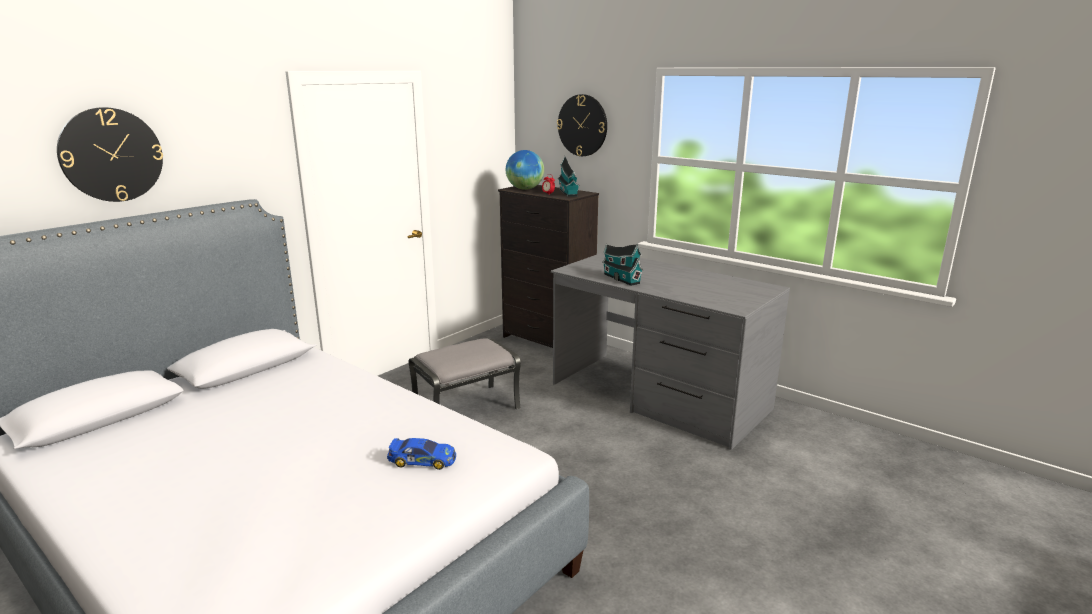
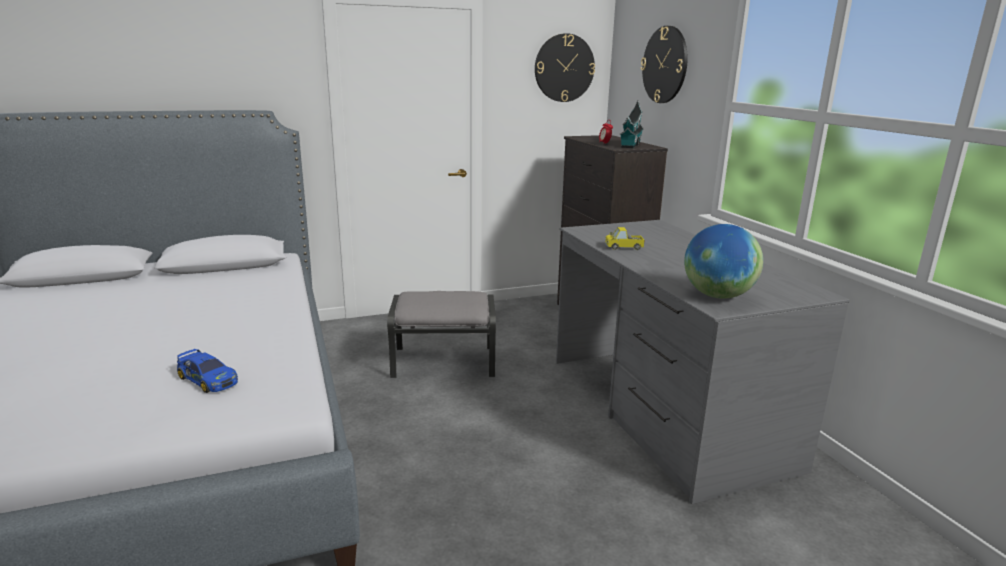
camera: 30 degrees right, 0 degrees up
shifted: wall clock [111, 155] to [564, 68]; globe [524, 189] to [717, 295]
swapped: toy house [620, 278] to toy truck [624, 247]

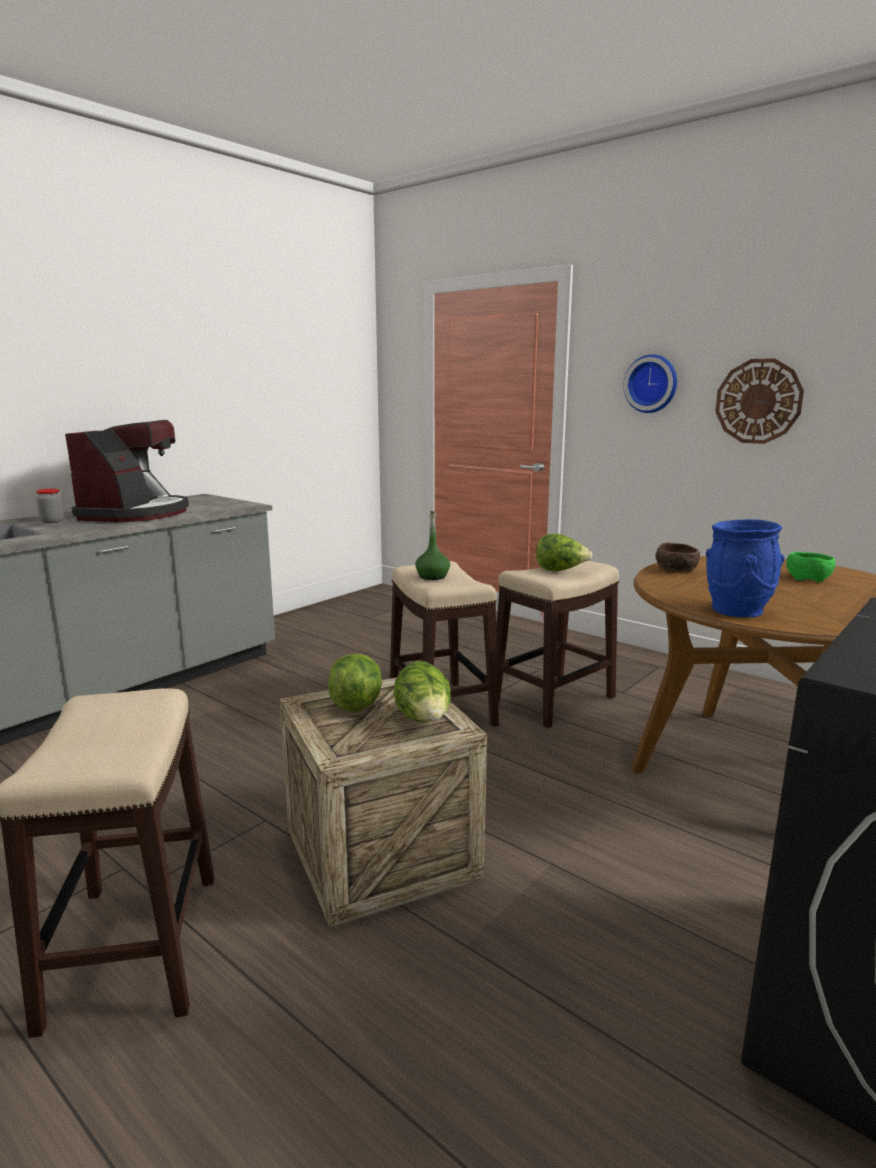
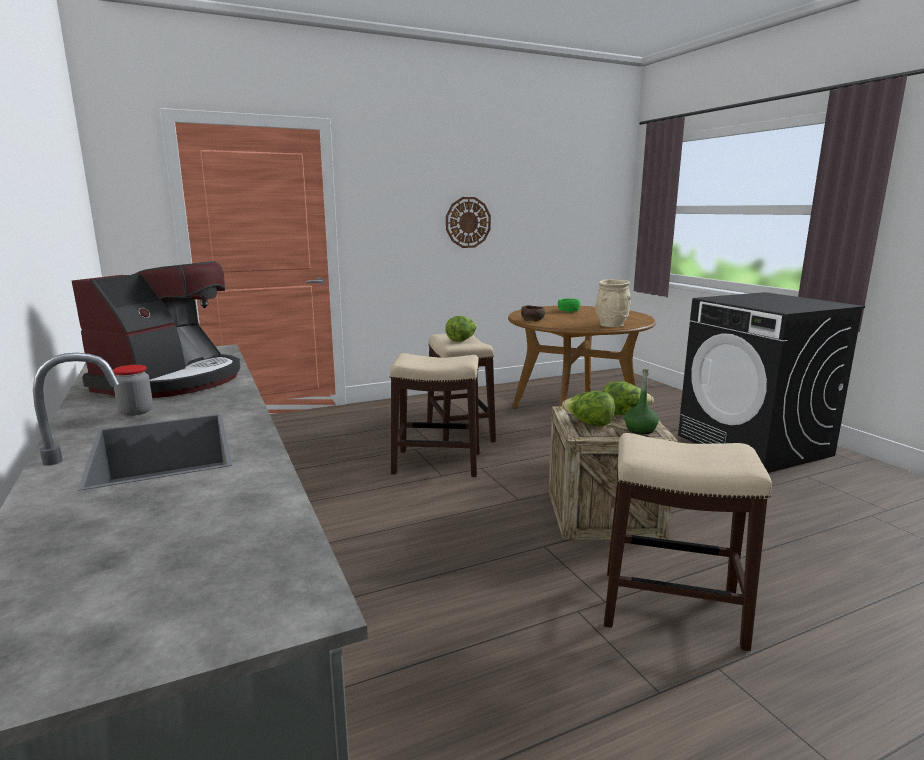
camera: 65 degrees left, 0 degrees up
gone: wall clock [652, 384]
shifted: bottle (green) [432, 576] to [640, 430]
repainted: vase (blue) [737, 611] to vase (beige) [611, 325]
rotated: coffee machine [136, 514] = [171, 381] 75 degrees clockwise

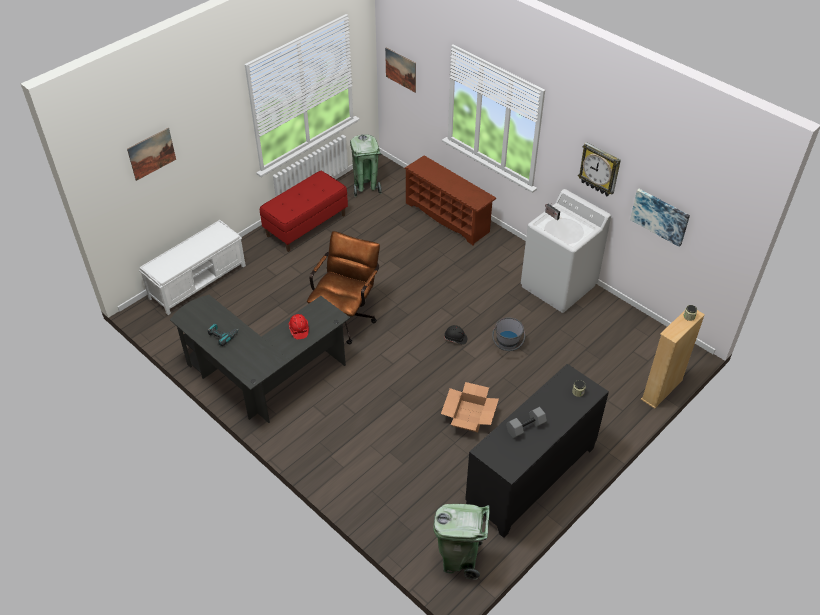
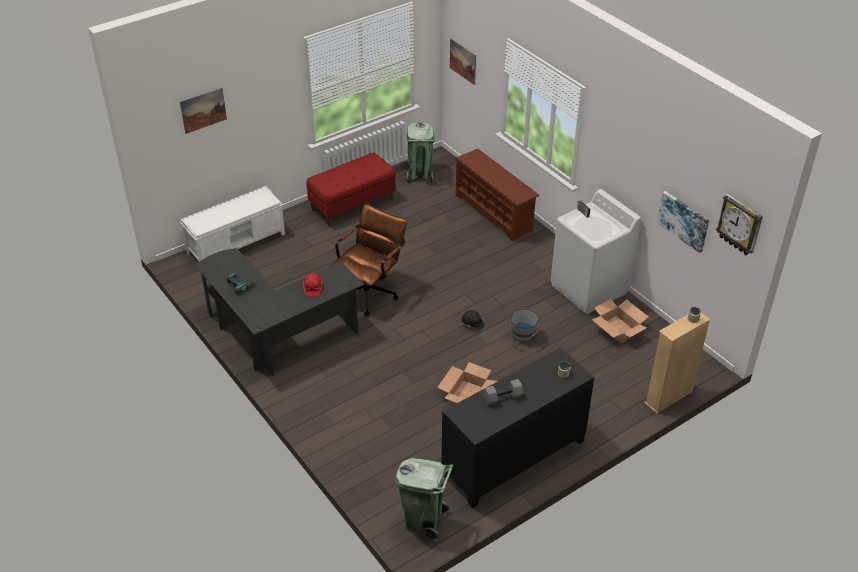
camera: 10 degrees right, 5 degrees down
new: cardboard box [618, 329]
shifted: wall clock [599, 169] to [740, 225]

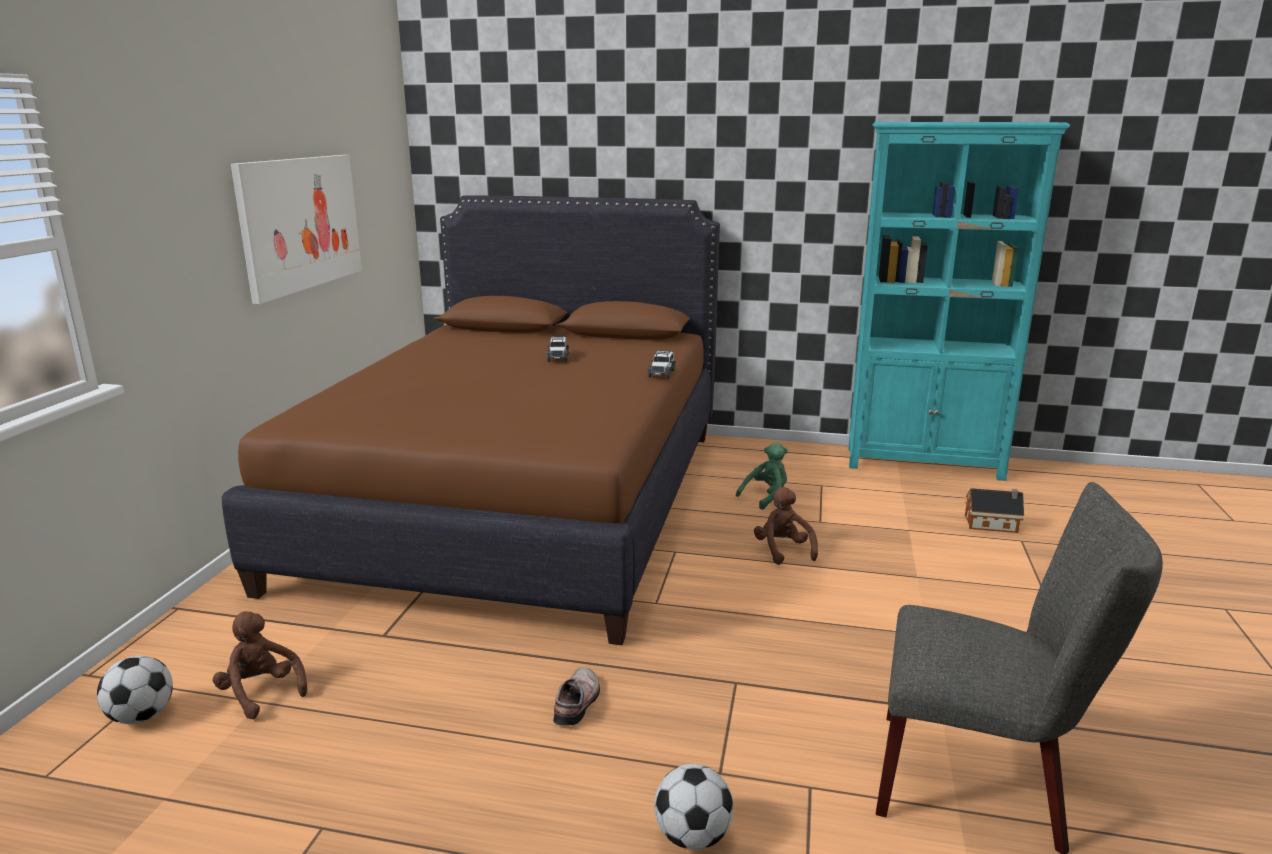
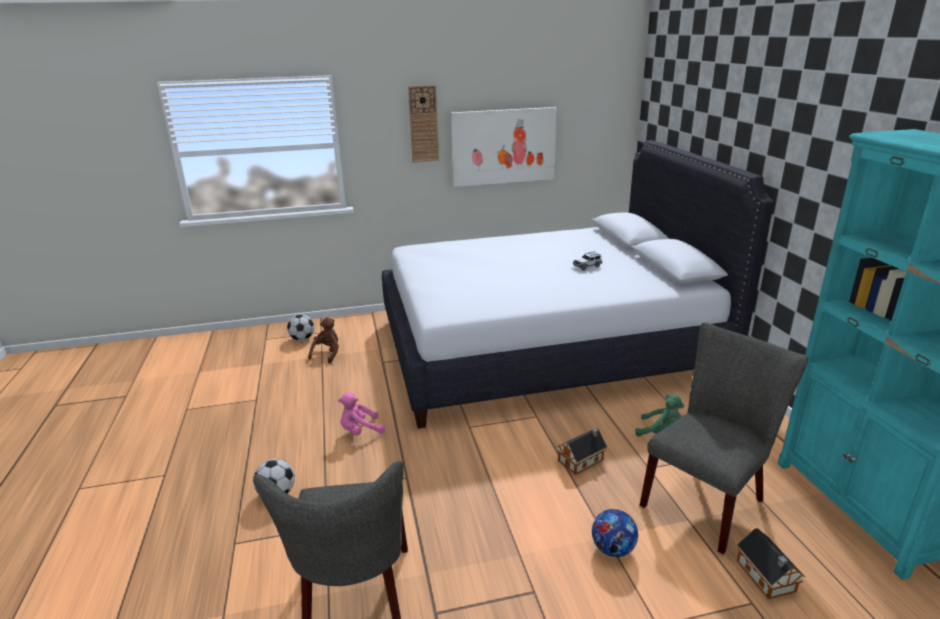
camera: 65 degrees right, 5 degrees up
gone: toy car [661, 373]
new: wall clock [423, 124]; chair (grey) [707, 499]; football [612, 549]
swapped: plush toy (brown) [783, 550] to toy house [582, 460]; shoe [578, 702] to plush toy (pink) [360, 431]
repainted: bed (brown) [521, 501] to bed (white) [544, 347]

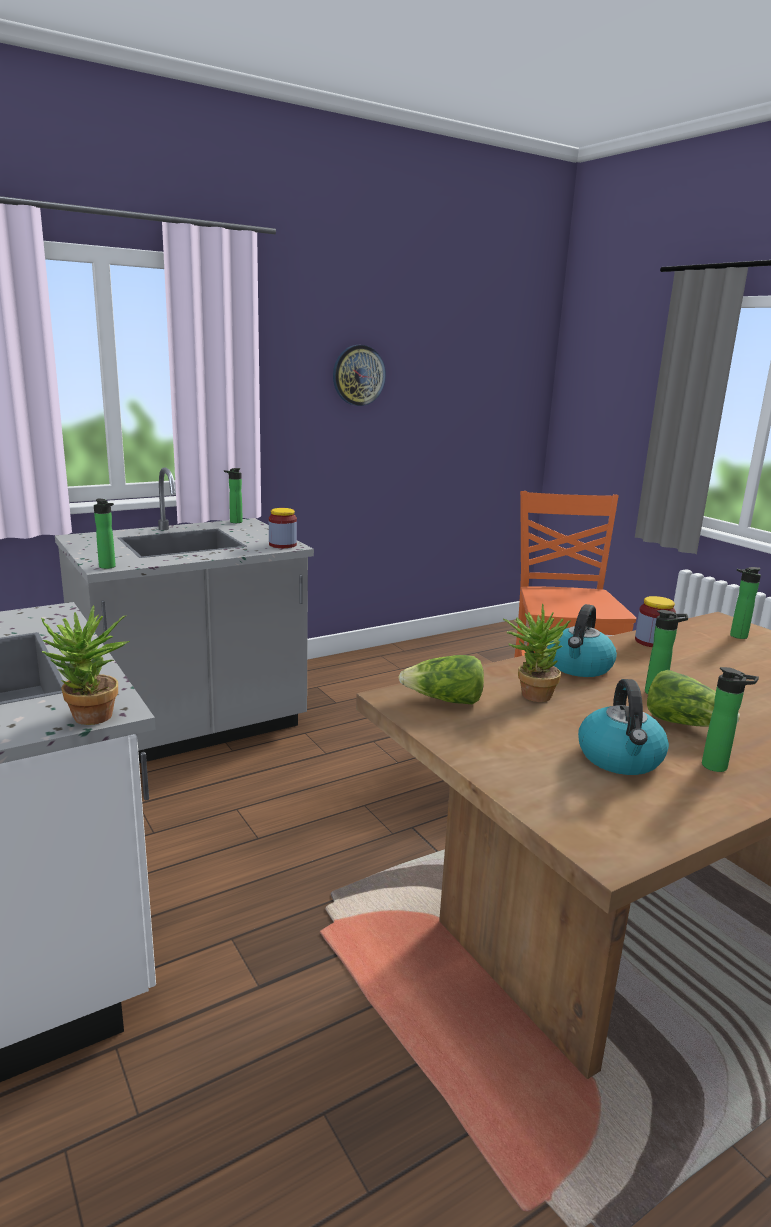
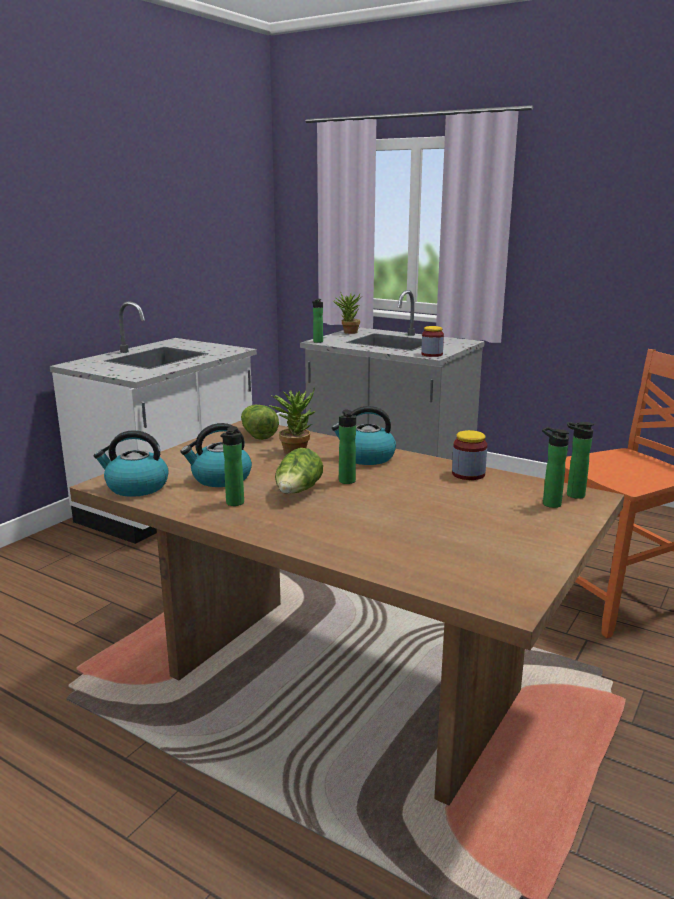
camera: 65 degrees right, 0 degrees up
gone: wall clock [358, 375]
new: kettle [136, 487]
shifted: bottle [234, 522] to [572, 495]; potted plant [90, 720] to [348, 332]

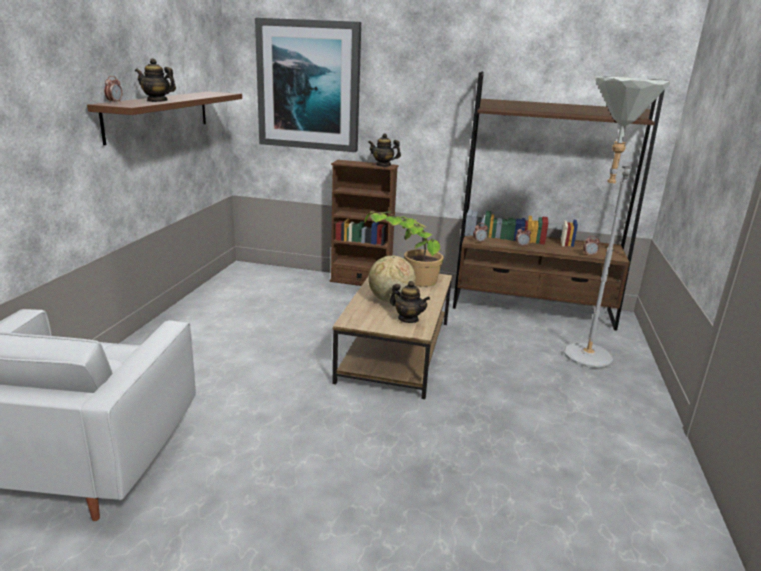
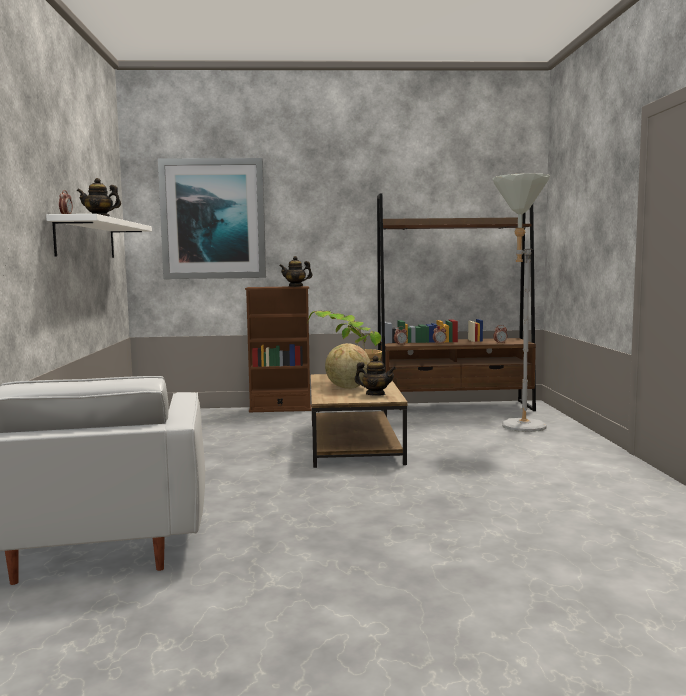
camera: 15 degrees left, 15 degrees down
repainted: shelf (brown) [159, 115] to shelf (white) [86, 239]

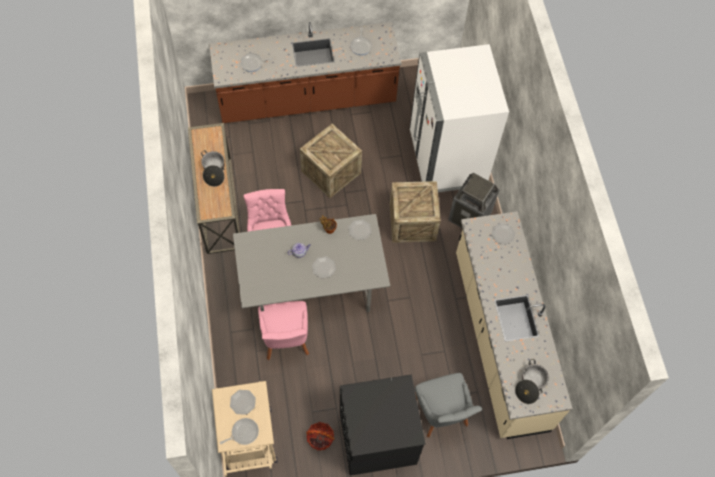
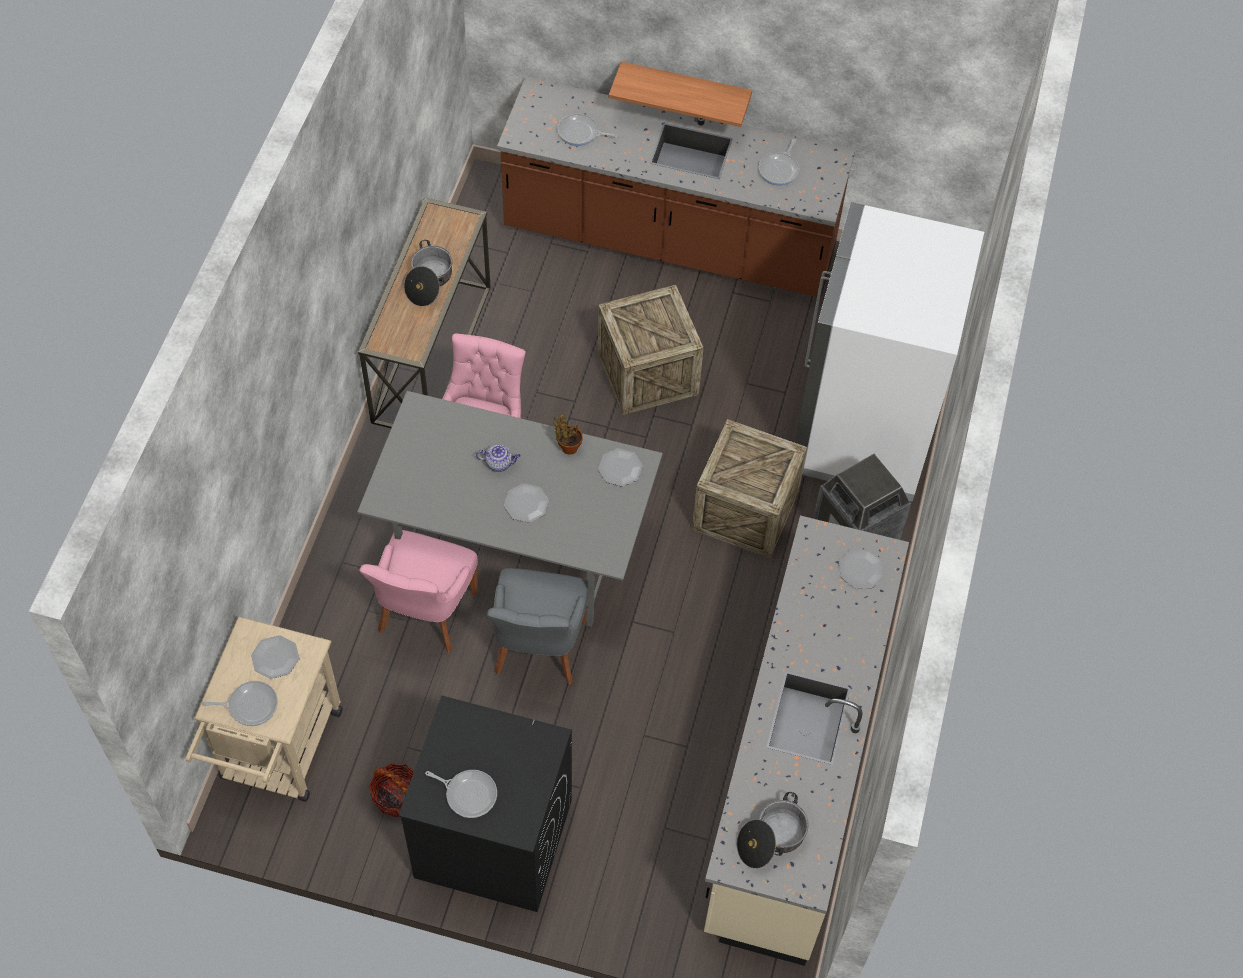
camera: 25 degrees right, 5 degrees down
new: shelf [685, 89]; frying pan [469, 794]
shifted: chair (grey) [442, 414] to [538, 650]

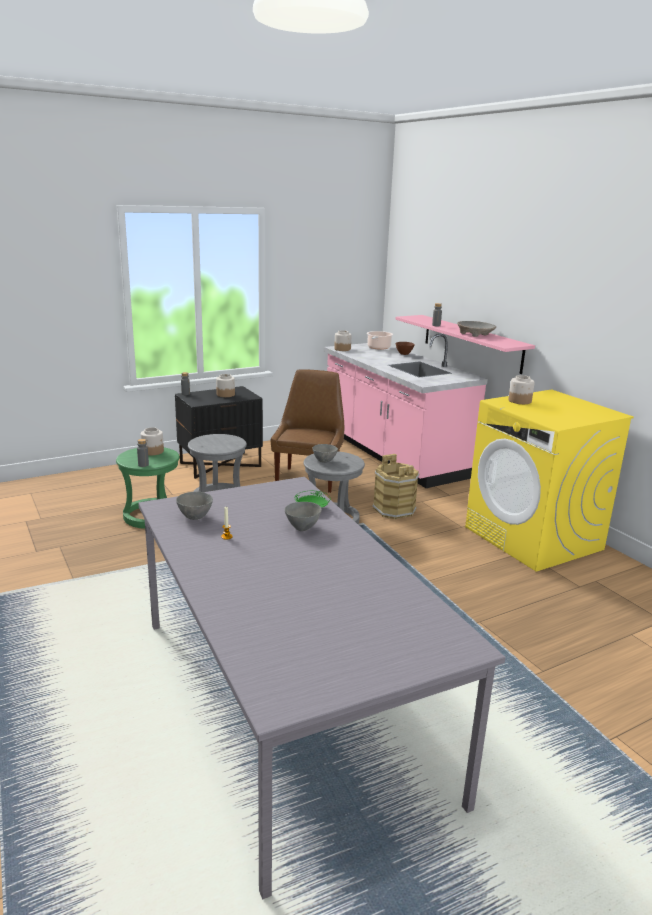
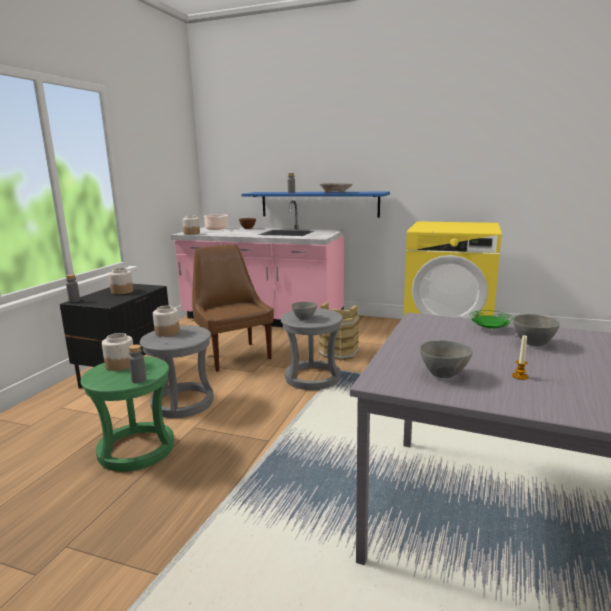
camera: 40 degrees left, 5 degrees down
shifted: jar [519, 401] to [167, 332]
repainted: shelf (pink) [471, 343] to shelf (blue) [319, 204]

